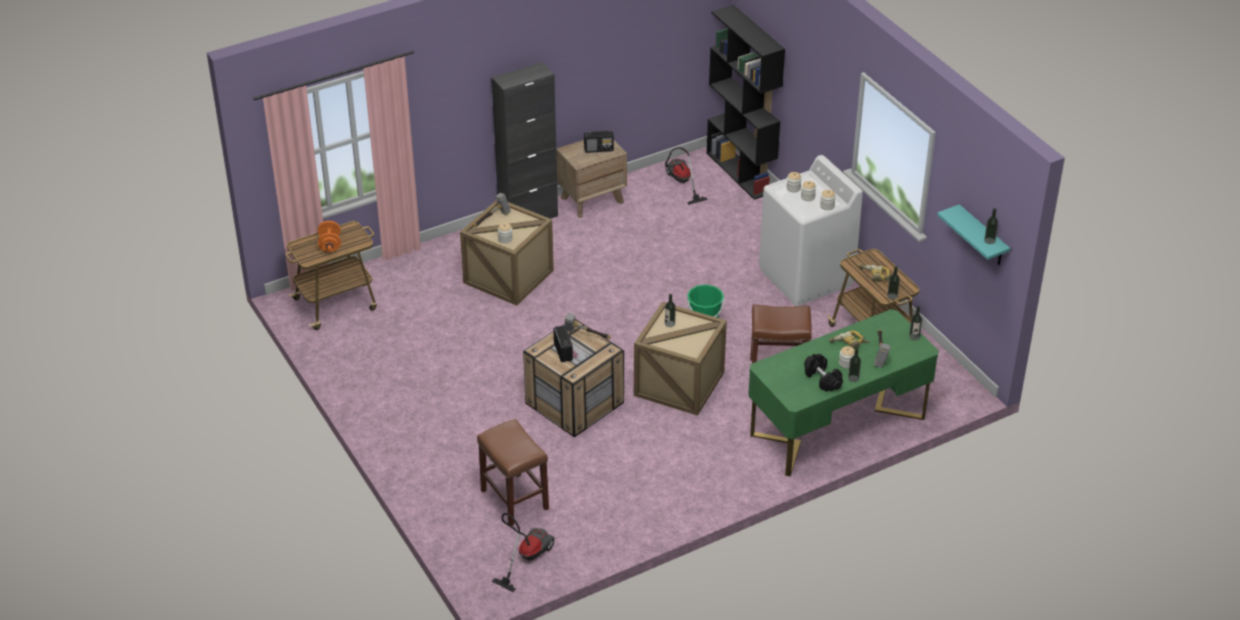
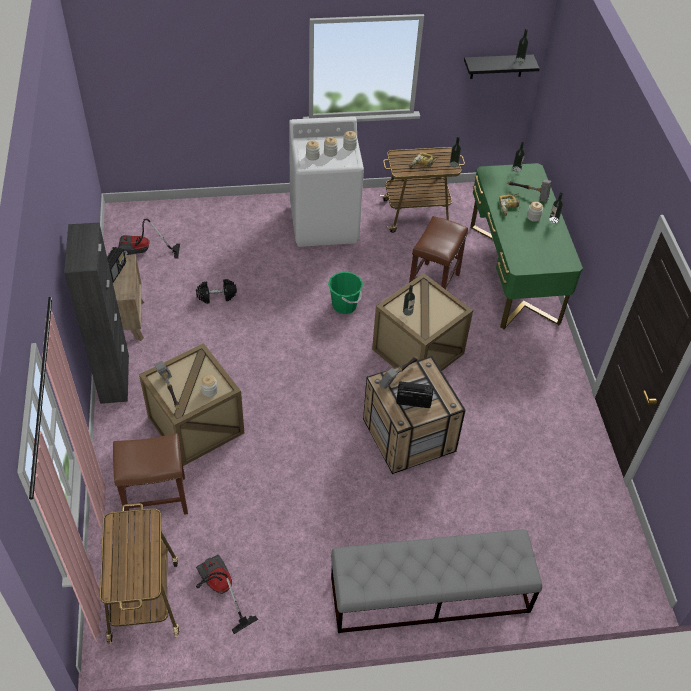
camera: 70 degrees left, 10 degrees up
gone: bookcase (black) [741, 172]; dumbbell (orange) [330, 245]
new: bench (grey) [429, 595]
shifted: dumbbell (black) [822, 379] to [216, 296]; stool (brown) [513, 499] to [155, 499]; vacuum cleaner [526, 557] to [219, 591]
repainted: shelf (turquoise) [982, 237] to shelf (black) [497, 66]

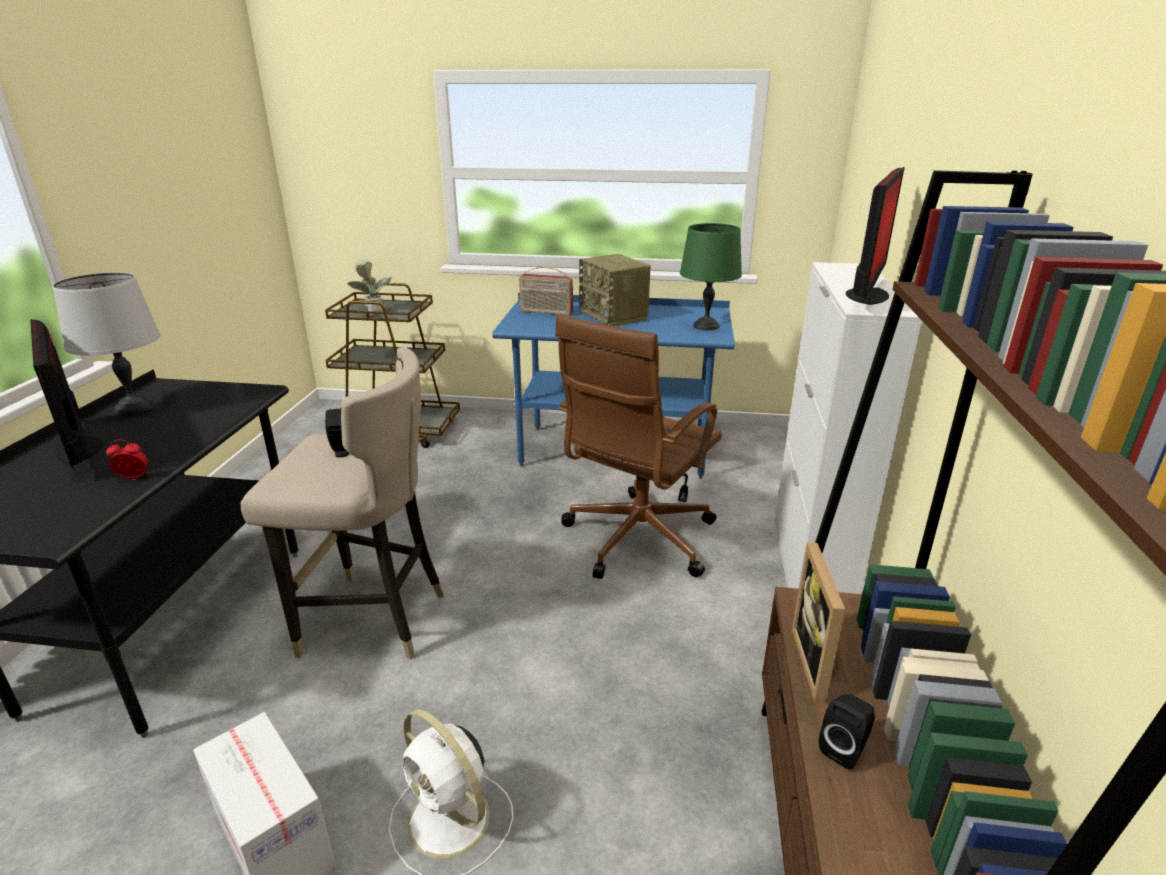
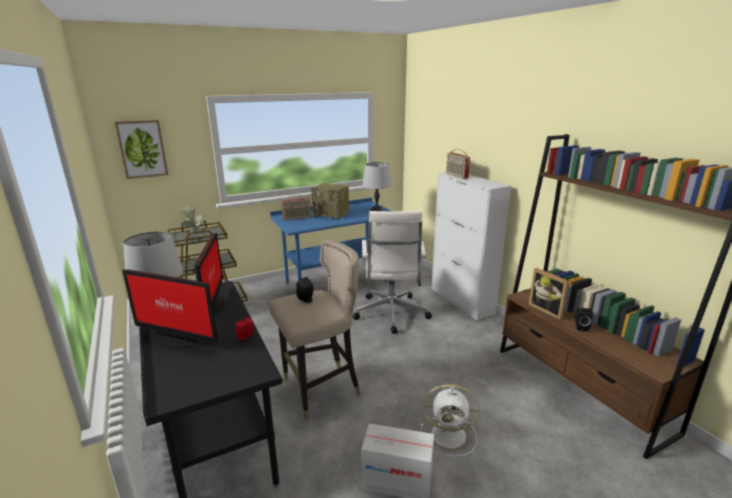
camera: 35 degrees left, 5 degrees down
new: picture [142, 149]; radio [456, 175]
shifted: monitor [866, 296] to [213, 306]
repainted: table lamp (green) [706, 326] to table lamp (grey) [376, 210]; office chair (brown) [636, 540] to office chair (white) [391, 314]

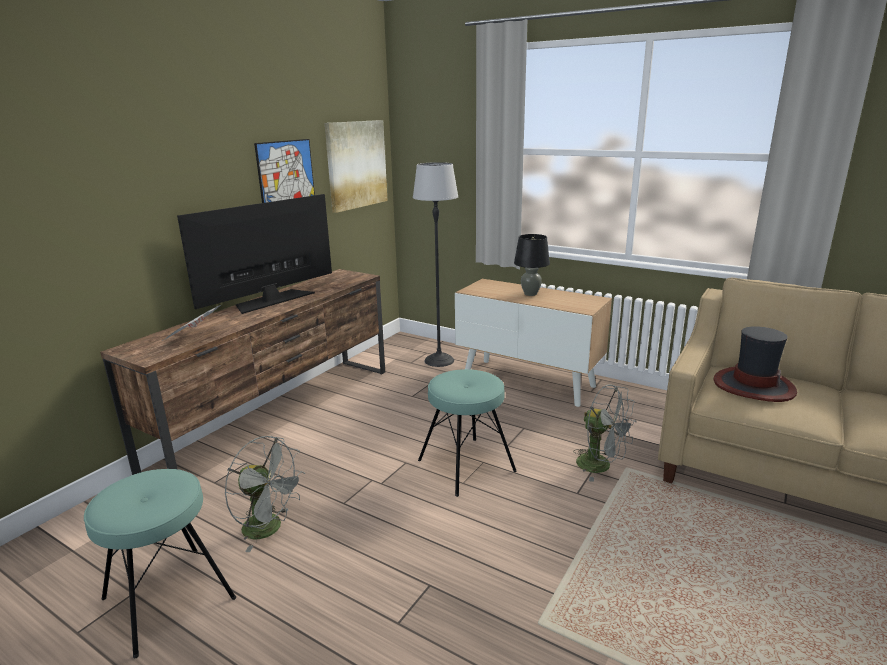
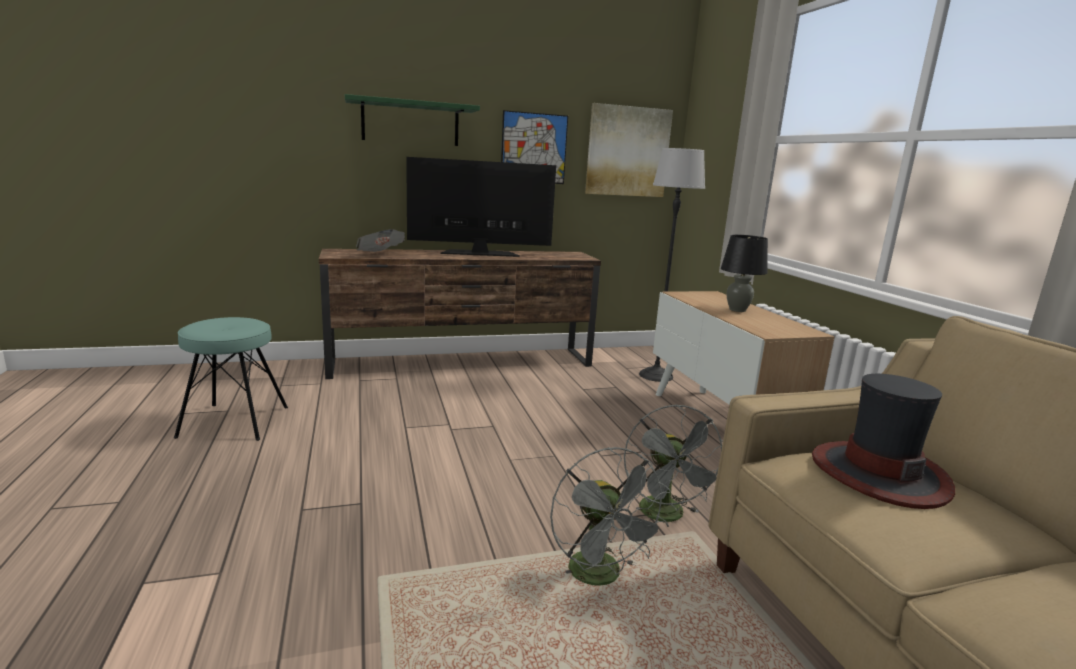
camera: 40 degrees right, 5 degrees down
gone: stool (turquoise) [466, 466]
new: shelf (green) [410, 123]
shifted: fan (grey) [270, 529] to [601, 577]

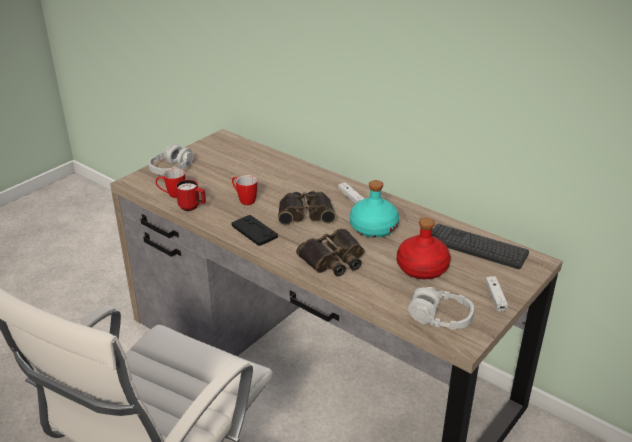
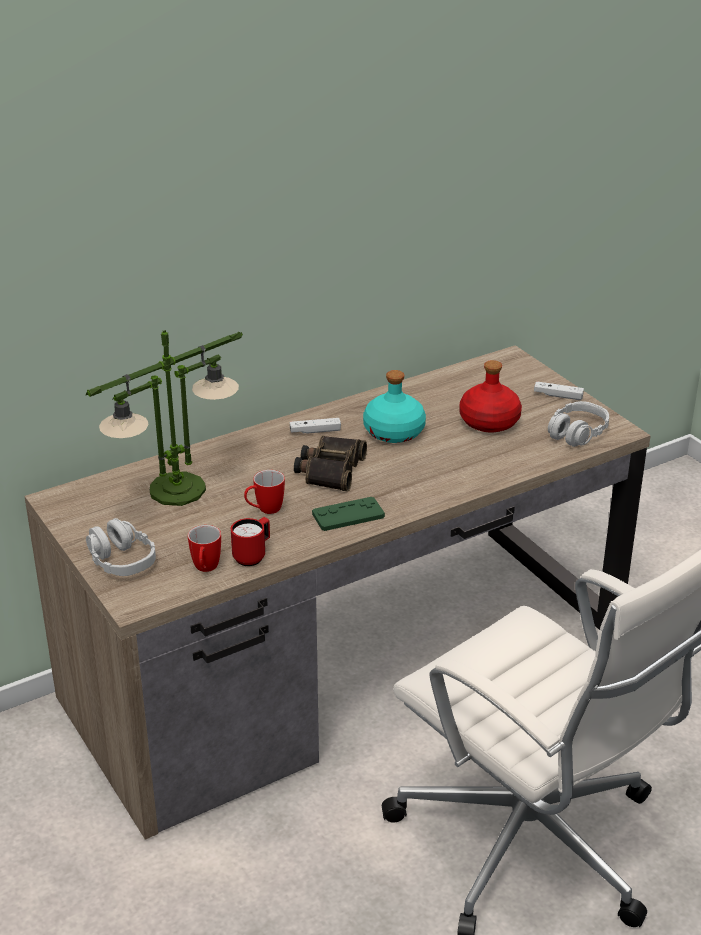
camera: 70 degrees left, 0 degrees up
gone: keyboard [476, 247]; binoculars [334, 260]
new: table lamp [178, 489]
repainted: game controller (black) [254, 231] to game controller (green) [348, 515]

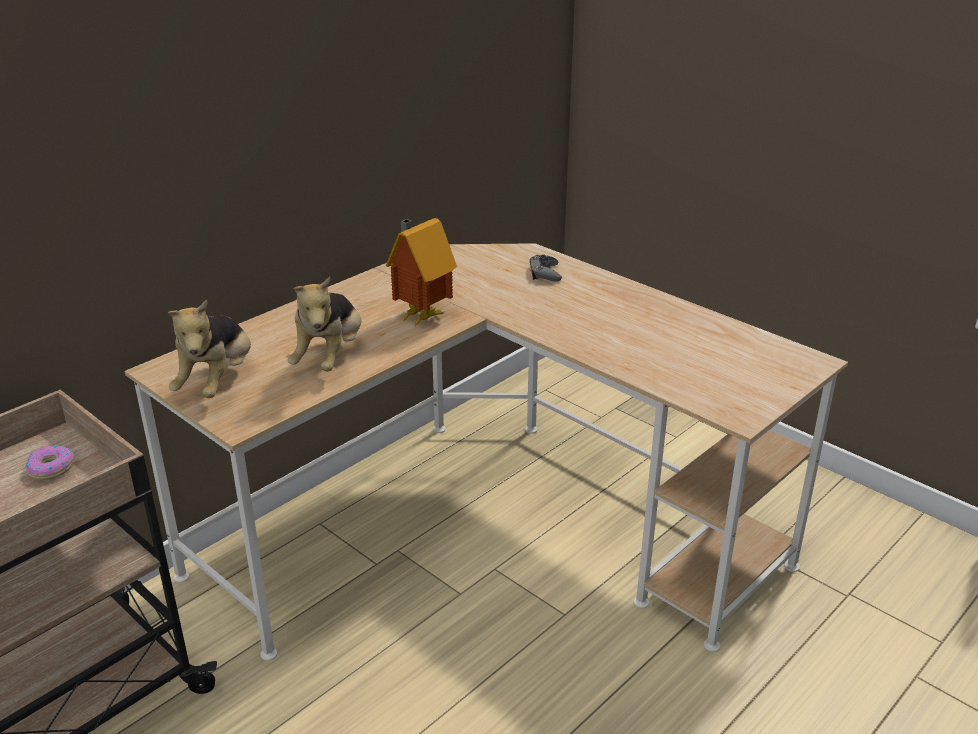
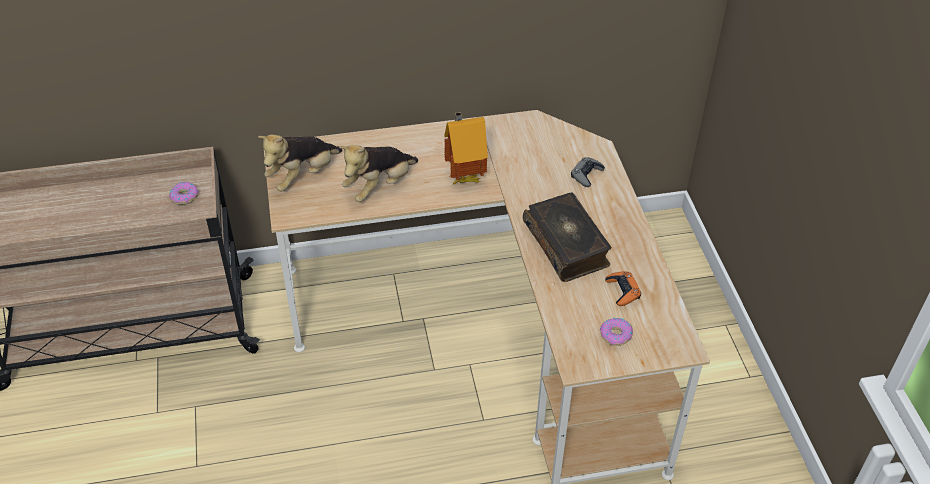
camera: 35 degrees right, 15 degrees up
new: book [567, 245]; game controller (orange) [622, 291]; donut [616, 335]

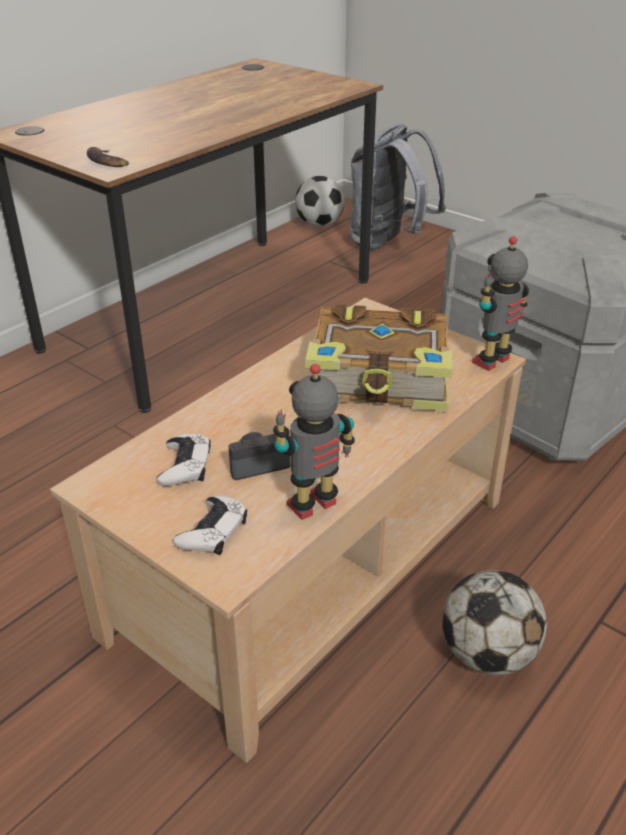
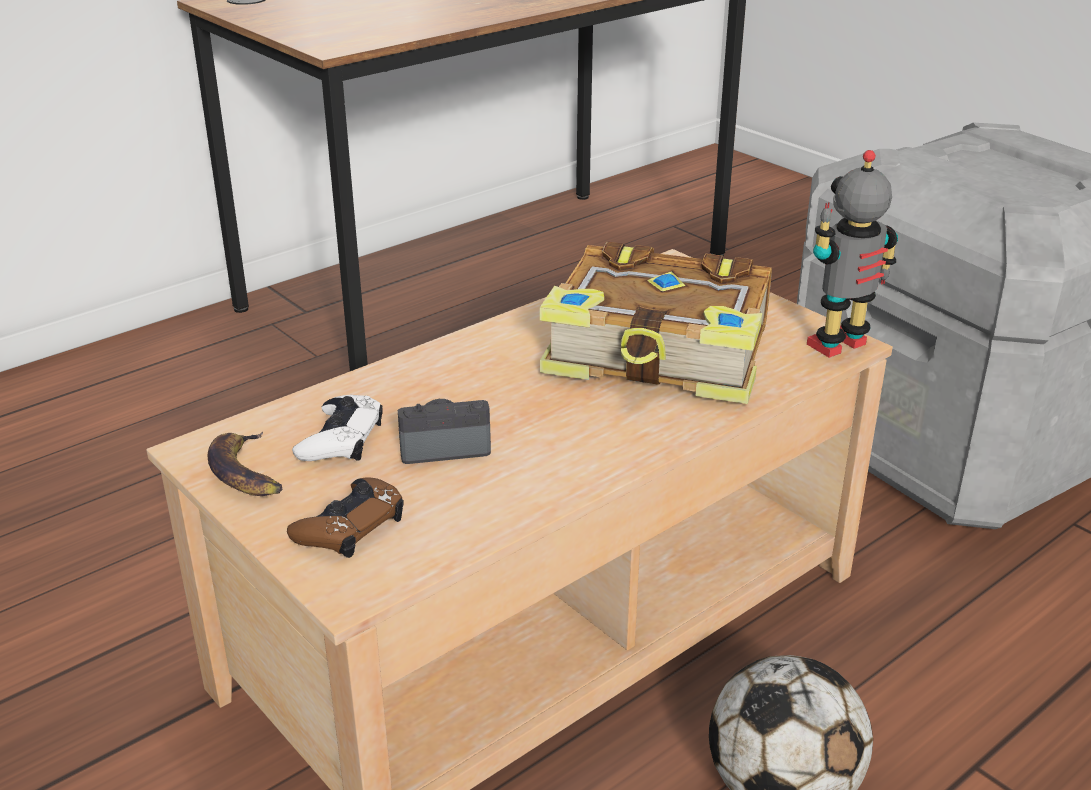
camera: 10 degrees right, 5 degrees down
gone: backpack (grey) [389, 243]; football [319, 224]; toy robot [314, 507]
shifted: banana [107, 162] to [247, 472]
repainted: game controller (white) [213, 531] to game controller (brown) [350, 526]

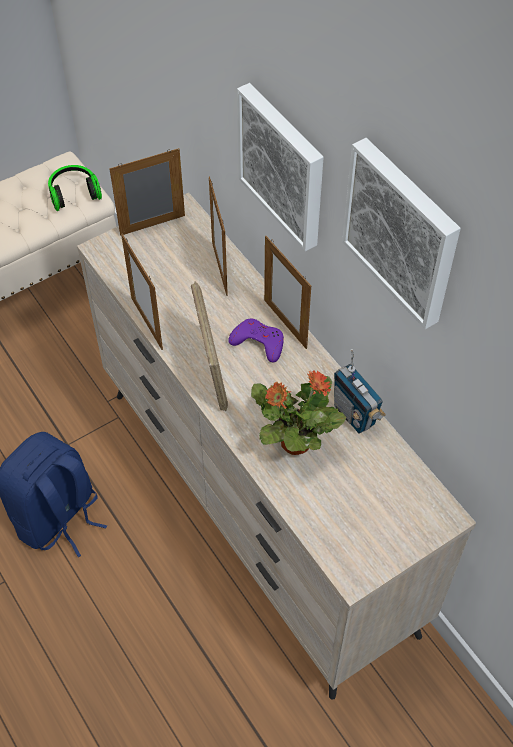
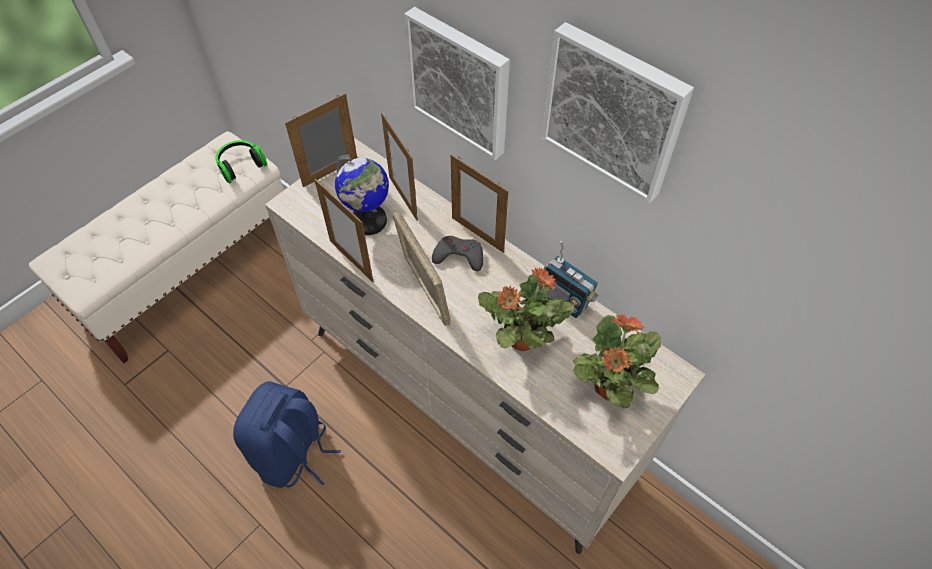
camera: 15 degrees left, 0 degrees up
new: globe [369, 221]; potted plant [608, 388]
repainted: game controller (purple) [258, 342] to game controller (grey) [459, 256]

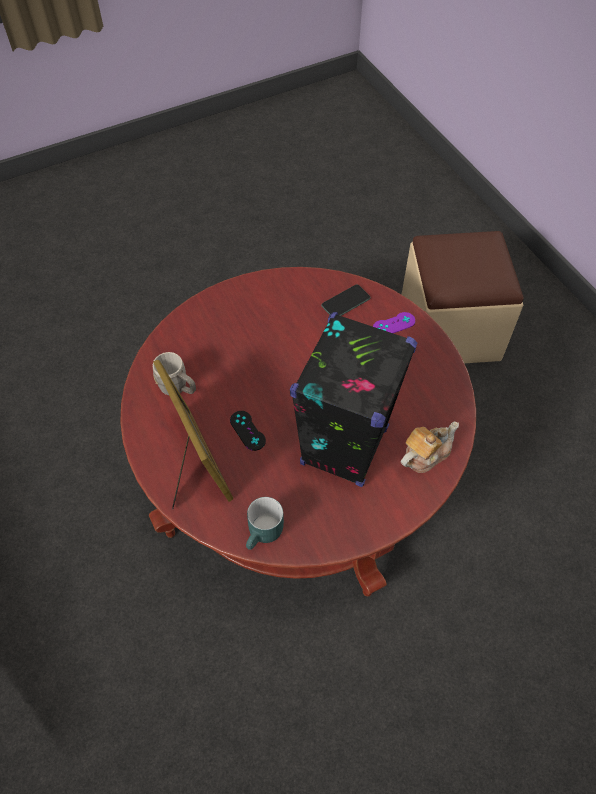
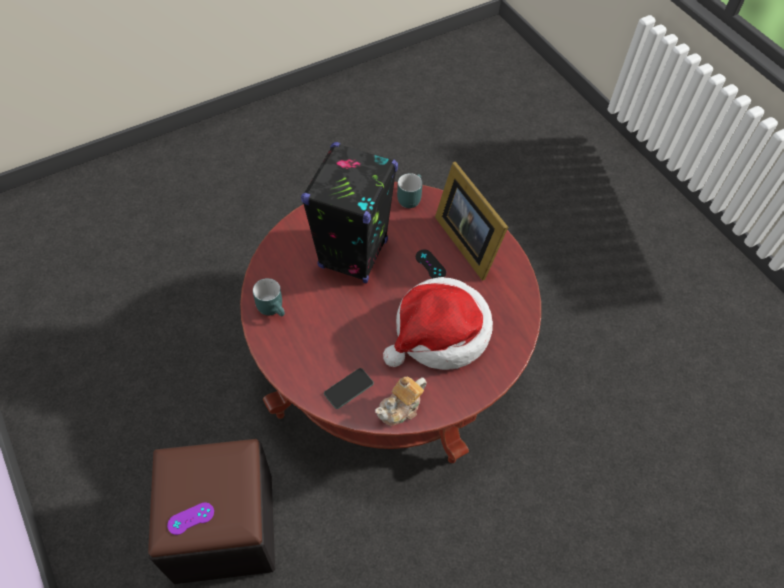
camera: 175 degrees right, 0 degrees up
gone: mug (grey) [178, 388]
new: hat [439, 333]; mug (turquoise) [274, 307]
shifted: game controller (purple) [394, 324] to [191, 518]; teapot [425, 454] to [400, 408]
repainted: ottoman (beige) [449, 330] to ottoman (black) [224, 527]

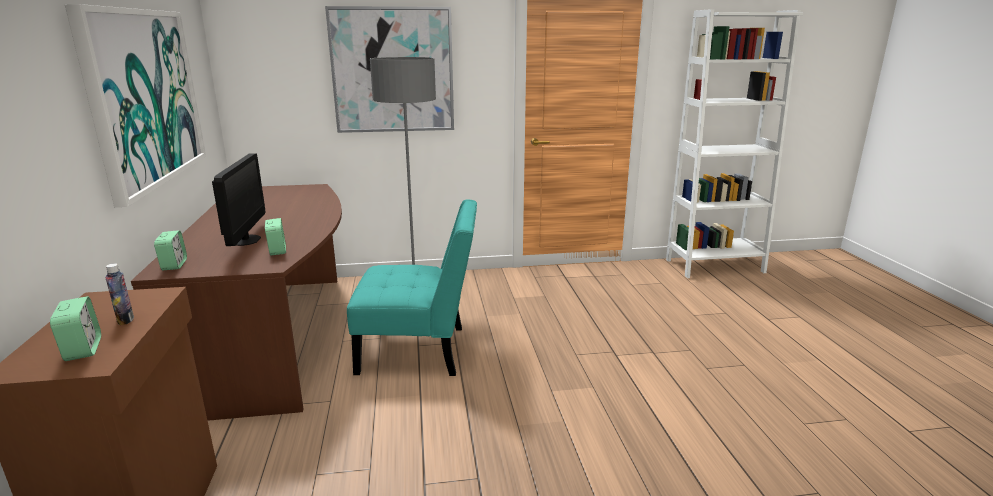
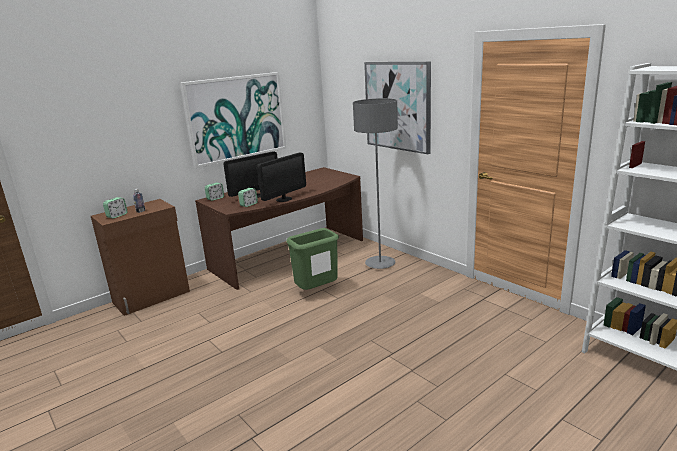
camera: 60 degrees right, 0 degrees up
new: monitor [284, 199]
swapped: chair (turquoise) [419, 351] to trash can (green) [317, 292]

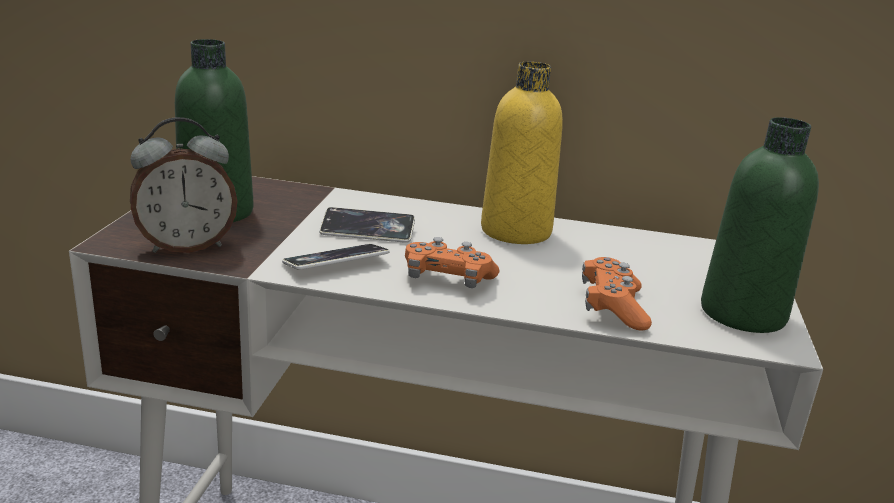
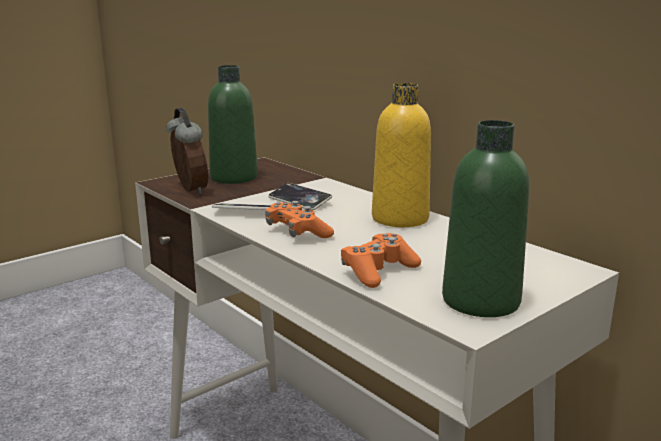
camera: 40 degrees right, 5 degrees down
rotated: alarm clock [186, 246] = [189, 190] 135 degrees counterclockwise

